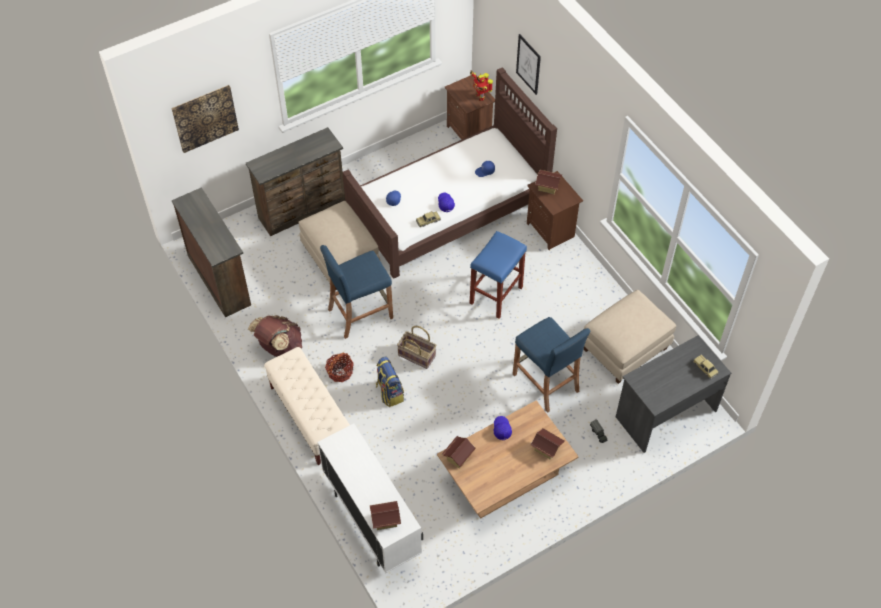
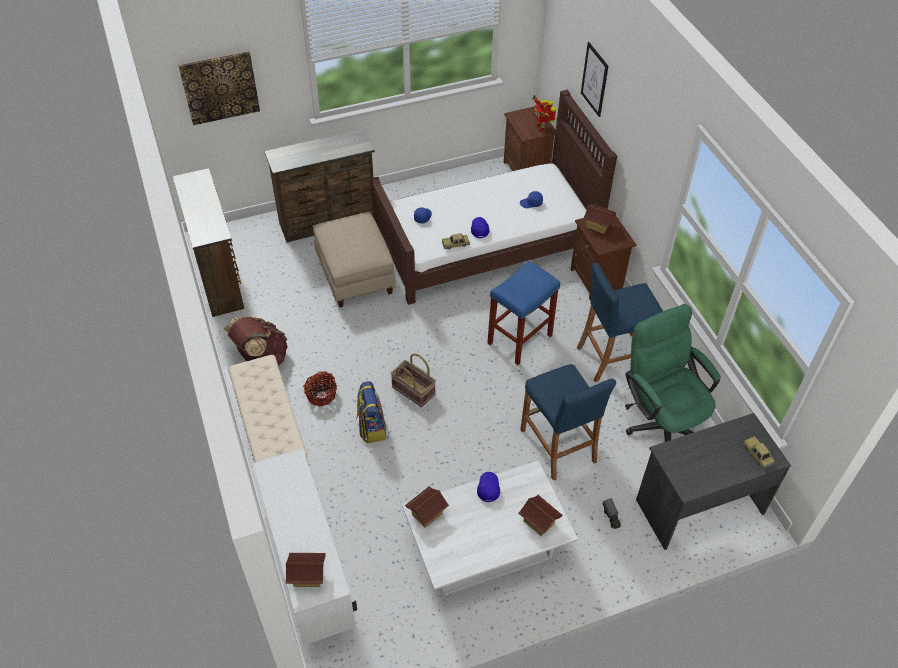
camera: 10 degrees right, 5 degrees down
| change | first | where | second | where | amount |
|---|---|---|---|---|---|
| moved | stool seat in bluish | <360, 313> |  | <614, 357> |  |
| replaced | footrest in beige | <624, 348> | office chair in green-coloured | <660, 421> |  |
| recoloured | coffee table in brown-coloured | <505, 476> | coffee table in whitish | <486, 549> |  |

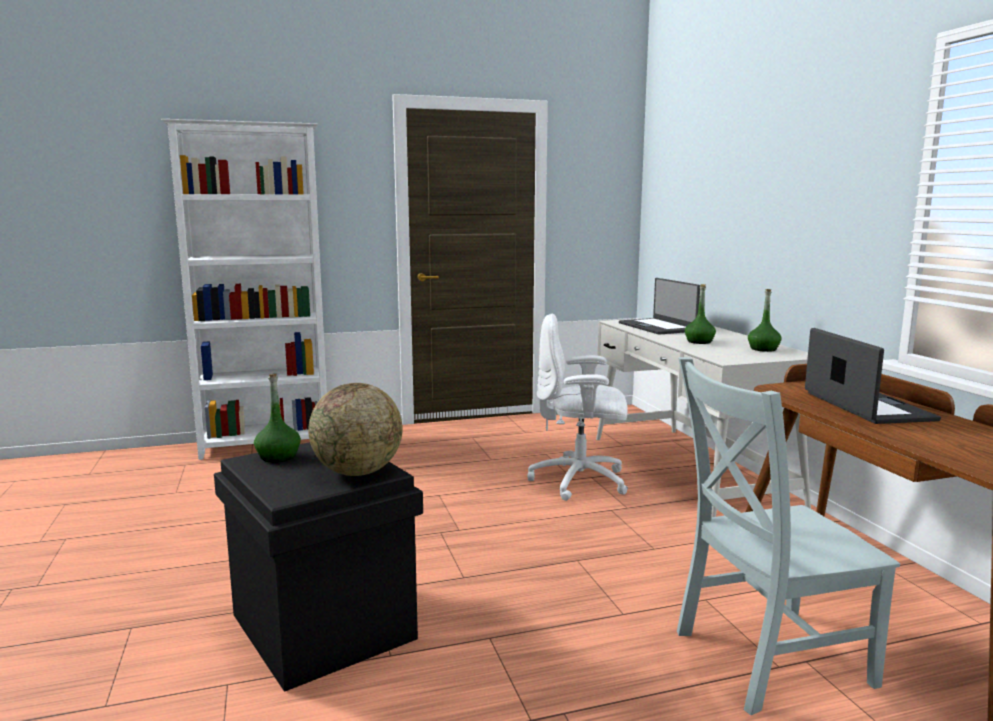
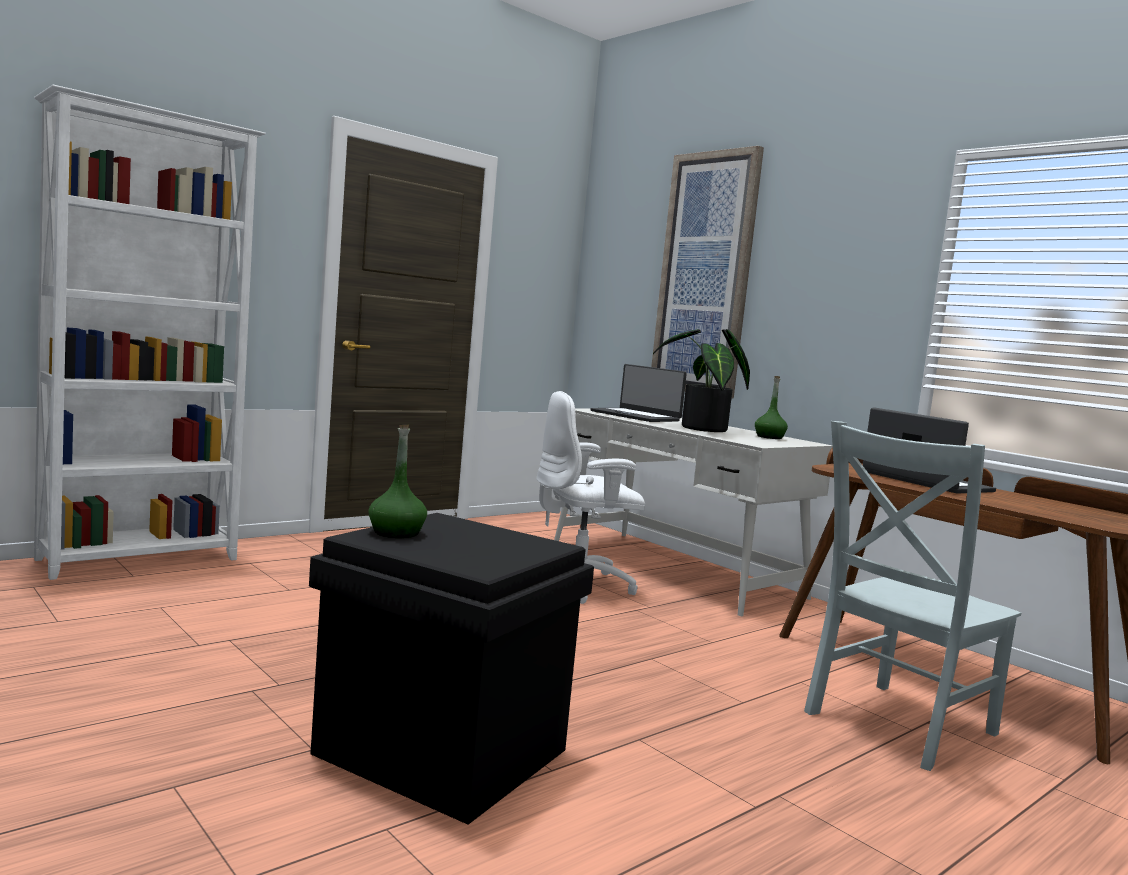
camera: 25 degrees left, 5 degrees down
| change | first | where | second | where | amount |
|---|---|---|---|---|---|
| replaced | bottle in green-coloured | <699, 342> | houseplant | <701, 429> |  |
| removed | world globe | <358, 472> |  |  |  |
| added |  |  | wall art | <705, 274> |  |

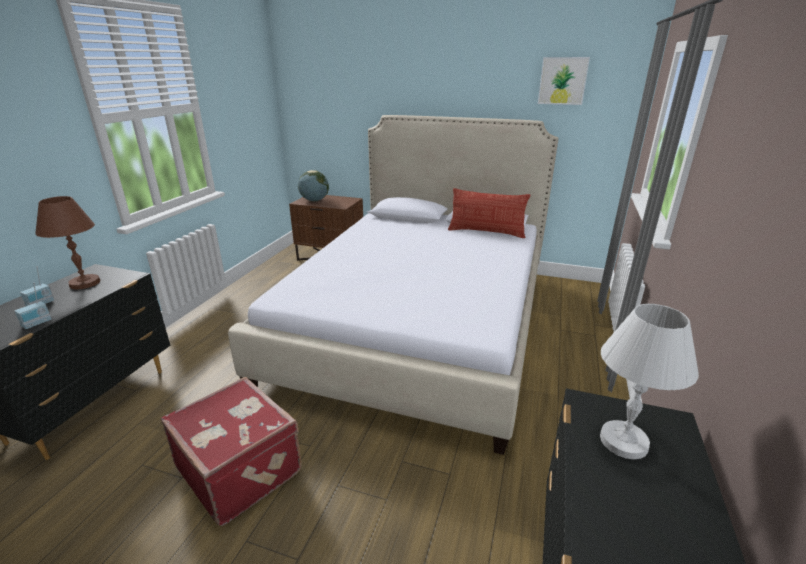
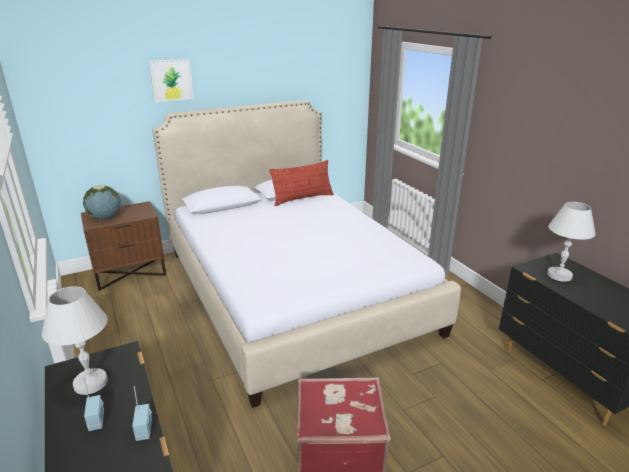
camera: 45 degrees left, 0 degrees up
| change | first | where | second | where | amount |
|---|---|---|---|---|---|
| moved | wall art | <562, 81> |  | <171, 80> |  |
| recoloured | table lamp in brown-coloured | <84, 283> | table lamp in whitish | <91, 383> |  |

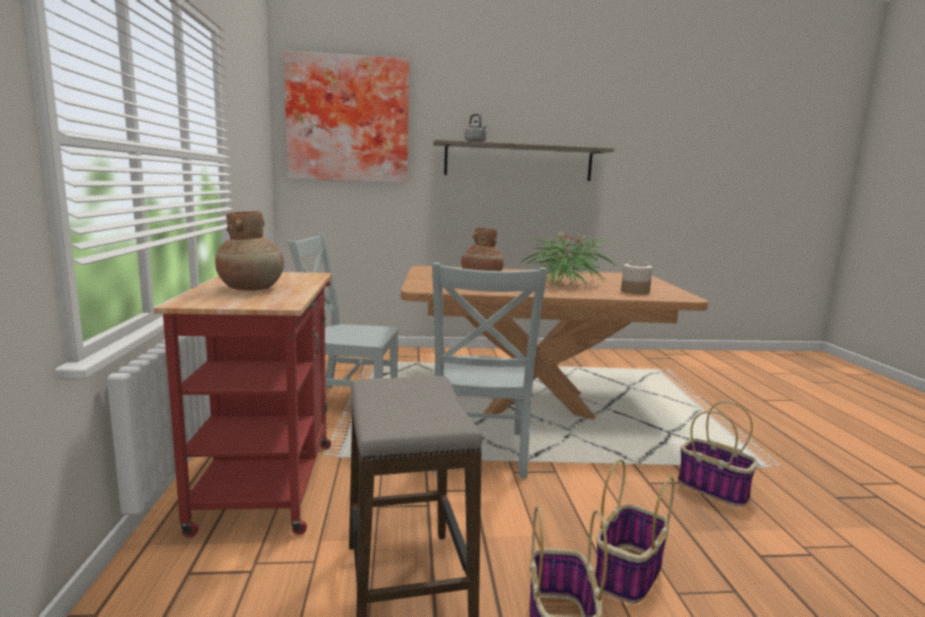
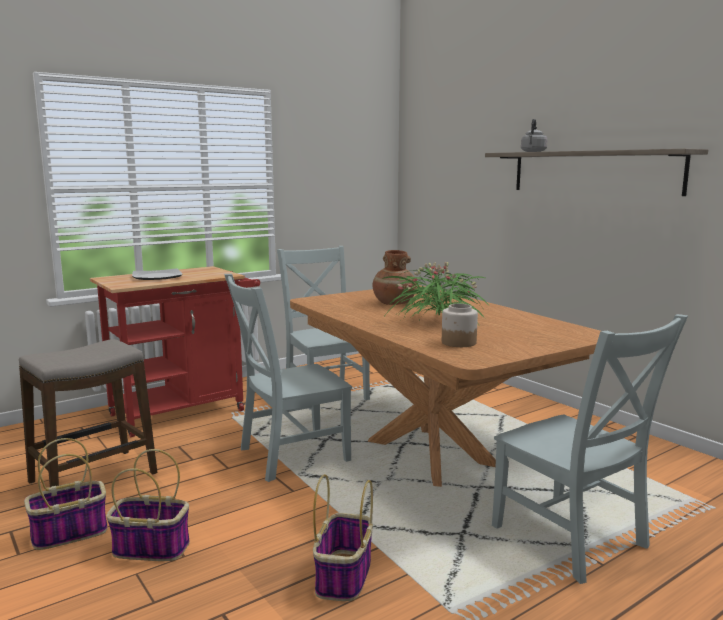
camera: 60 degrees right, 0 degrees up
| change | first | where | second | where | amount |
|---|---|---|---|---|---|
| removed | wall art | <348, 120> |  |  |  |
| replaced | decorative vase in brown-coloured | <252, 289> | dinner plate | <158, 277> |  |
| added |  |  | chair in grey | <573, 540> |  |

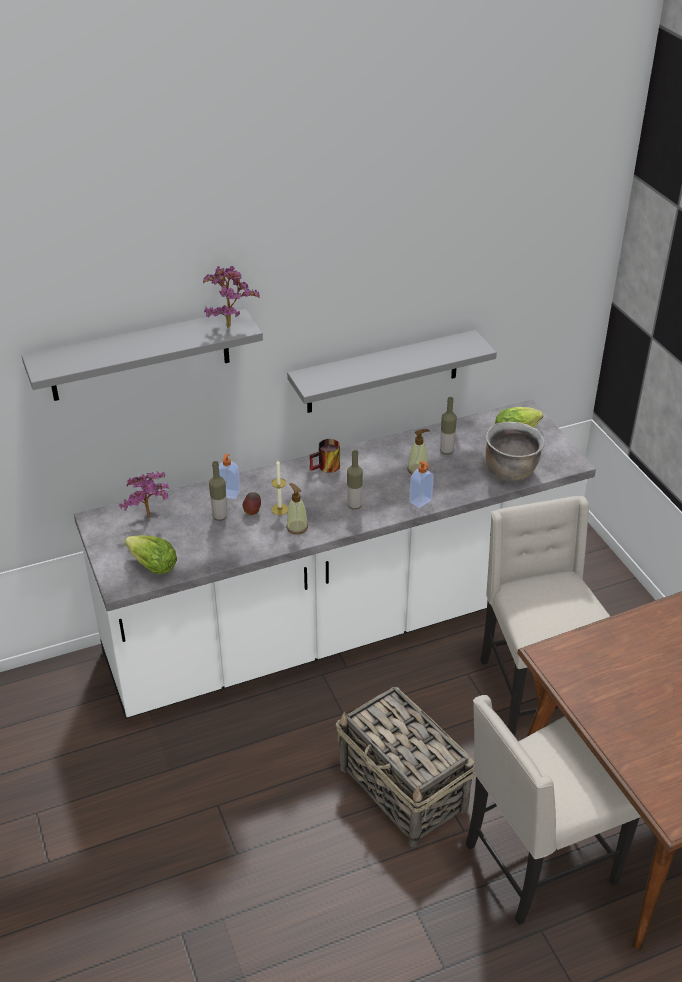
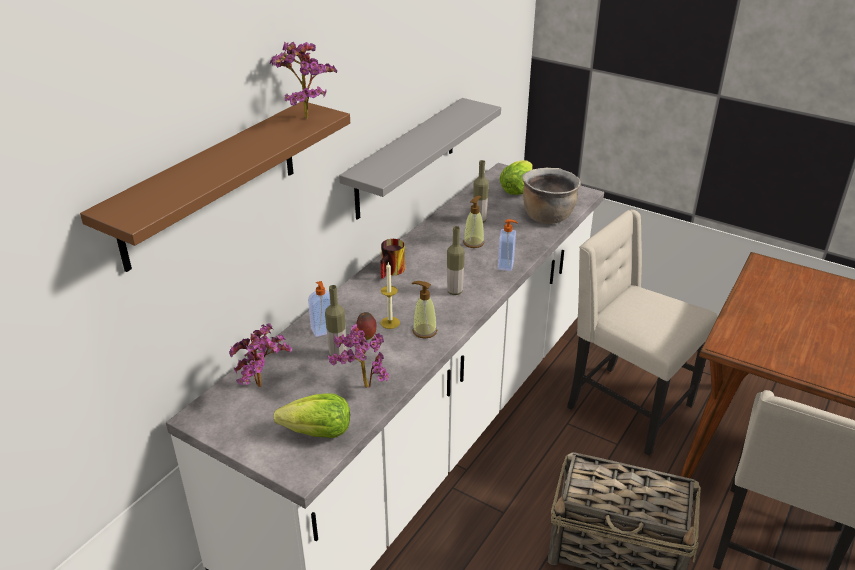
camera: 35 degrees left, 5 degrees down
| change | first | where | second | where | amount |
|---|---|---|---|---|---|
| recoloured | shelf in grey | <140, 355> | shelf in brown-coloured | <210, 184> |  |
| added |  |  | houseplant | <361, 387> |  |

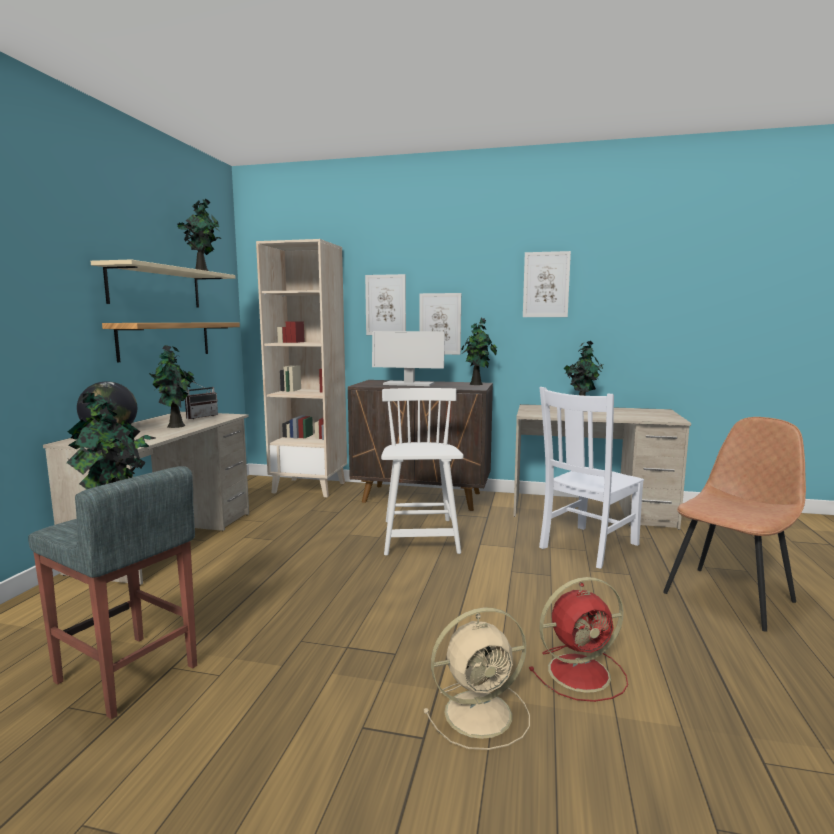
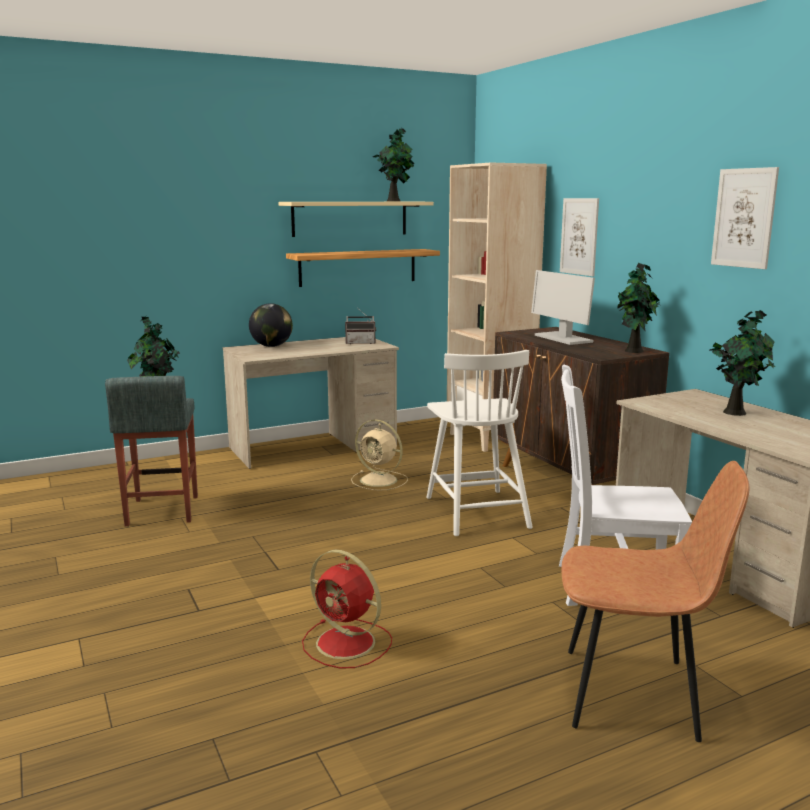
camera: 50 degrees right, 5 degrees up
| change | first | where | second | where | amount |
|---|---|---|---|---|---|
| removed | wall art | <440, 324> |  |  |  |
| removed | houseplant | <176, 426> |  |  |  |
| turned | chair in whitish | <420, 537> |  | <476, 511> | 120 degrees clockwise |
| moved | cooling fan in beige | <481, 713> |  | <380, 480> |  |

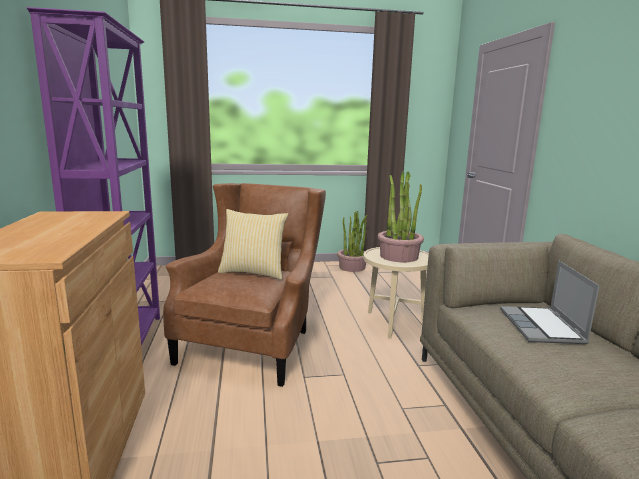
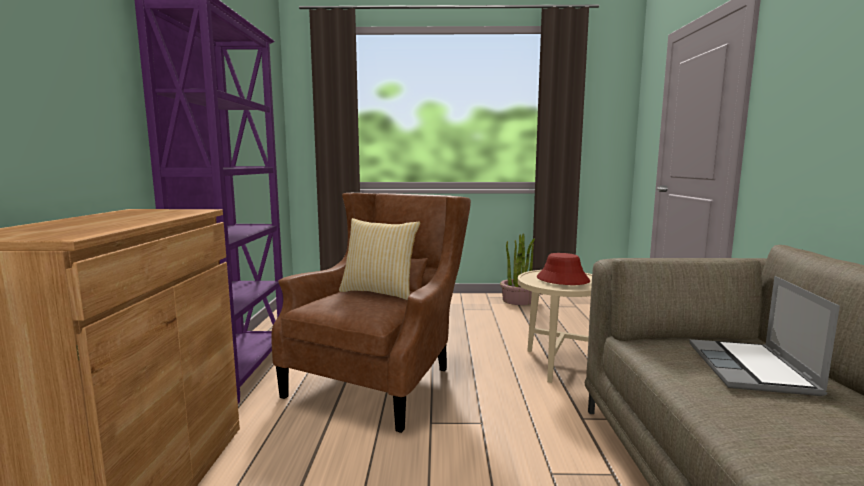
camera: 10 degrees right, 5 degrees down
| change | first | where | second | where | amount |
|---|---|---|---|---|---|
| replaced | houseplant | <399, 256> | wearable hat in red-coloured | <562, 280> |  |

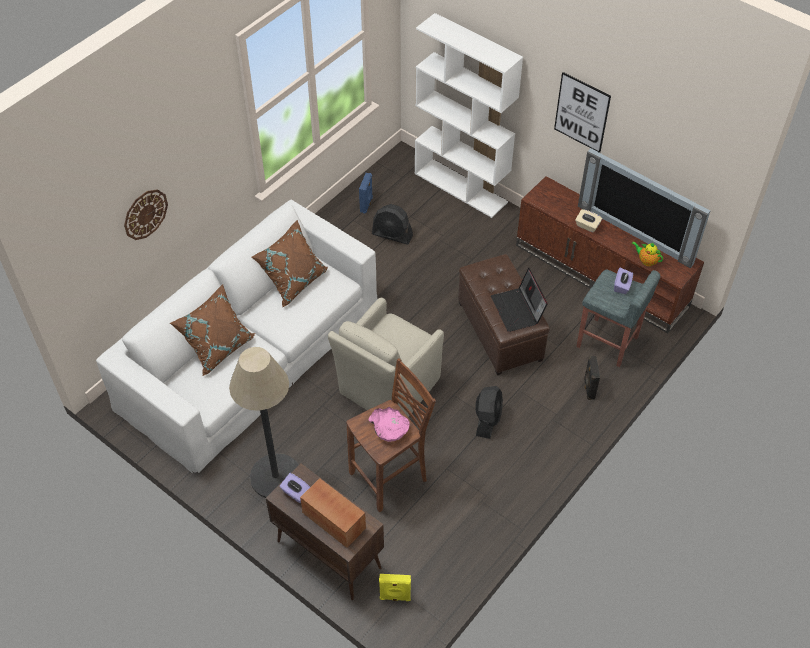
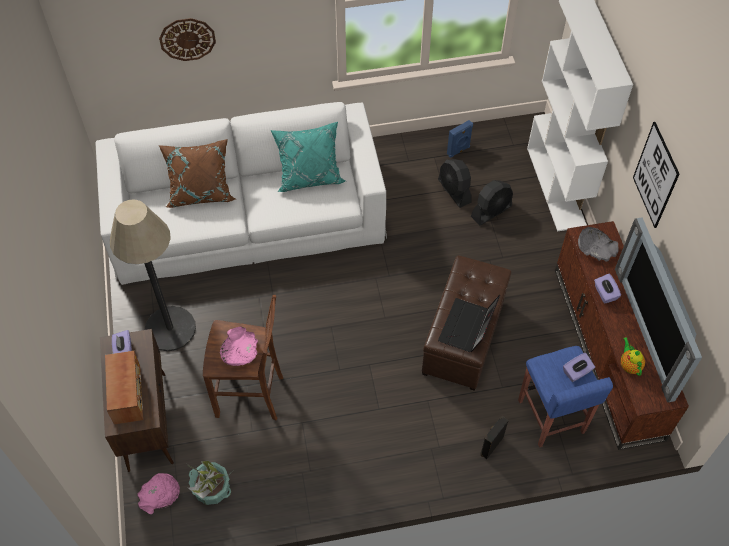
camera: 40 degrees right, 5 degrees up
| change | first | where | second | where | amount |
|---|---|---|---|---|---|
| recoloured | tissue box in beige | <587, 226> | tissue box in purple-coloured | <605, 293> |  |
| recoloured | cushion in brown-coloured | <293, 280> | cushion in turquoise-coloured | <309, 175> |  |
| recoloured | stool seat in grey | <608, 343> | stool seat in bluish | <551, 417> |  |
| removed | armchair in beige | <387, 388> |  |  |  |
| moved | cooling fan in black-coloured | <487, 419> |  | <491, 211> |  |
| replaced | loudspeaker in yellowish | <395, 597> | serving bowl in pink | <160, 495> |  |
| added |  |  | serving bowl in grey | <595, 248> |  |
| added |  |  | houseplant | <211, 489> |  |

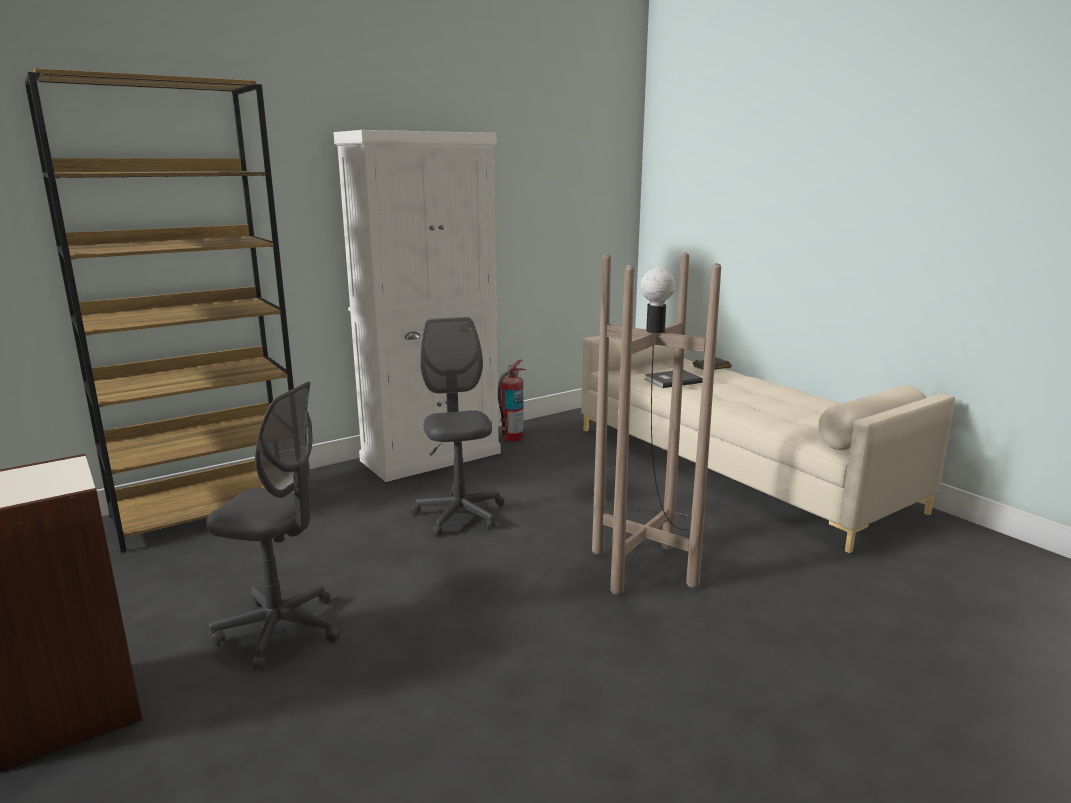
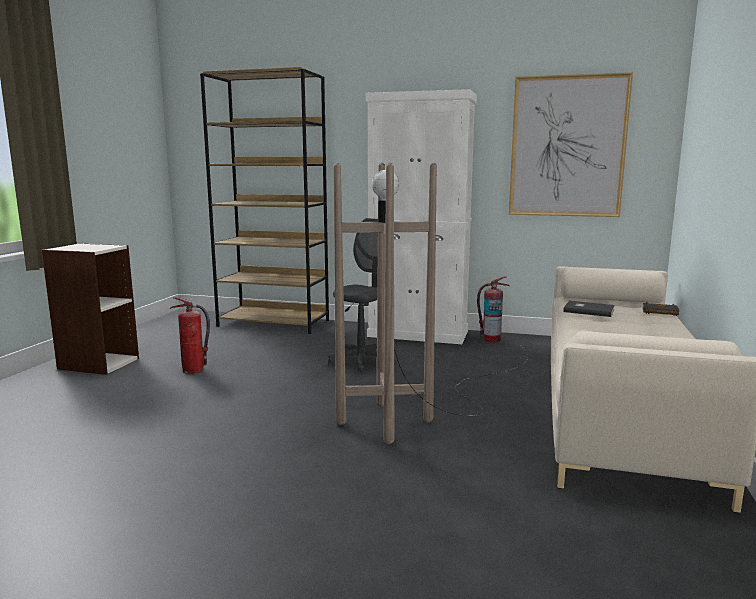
camera: 50 degrees right, 5 degrees down
| change | first | where | second | where | amount |
|---|---|---|---|---|---|
| replaced | office chair in grey | <280, 631> | extinguisher | <193, 370> |  |
| added |  |  | wall art | <567, 147> |  |

